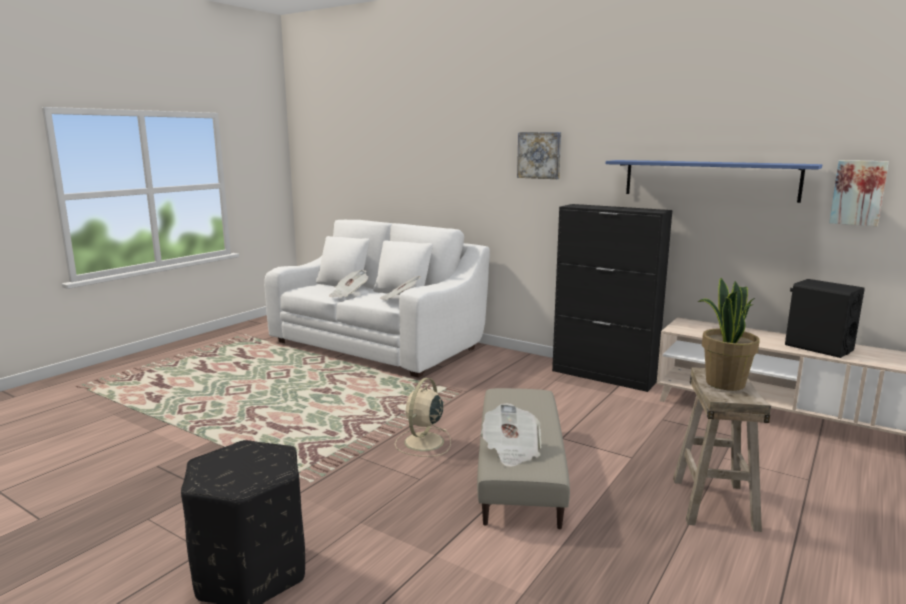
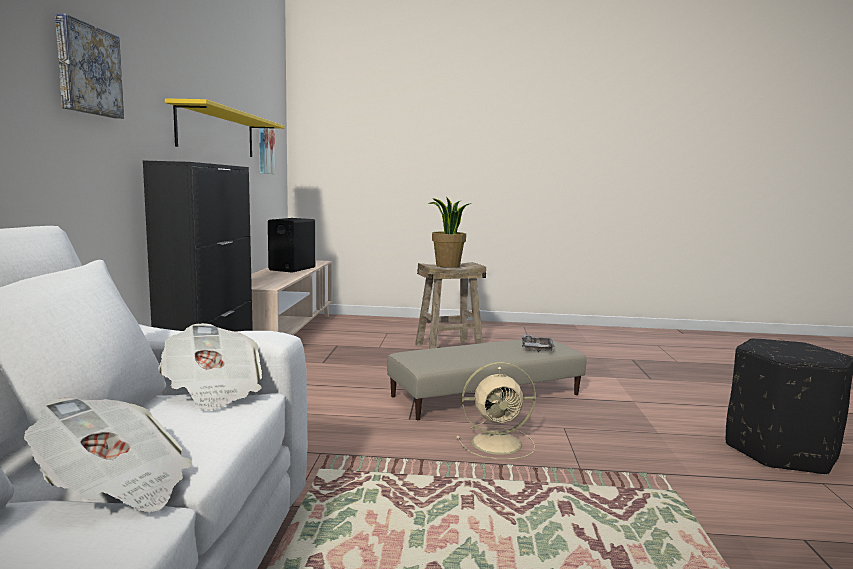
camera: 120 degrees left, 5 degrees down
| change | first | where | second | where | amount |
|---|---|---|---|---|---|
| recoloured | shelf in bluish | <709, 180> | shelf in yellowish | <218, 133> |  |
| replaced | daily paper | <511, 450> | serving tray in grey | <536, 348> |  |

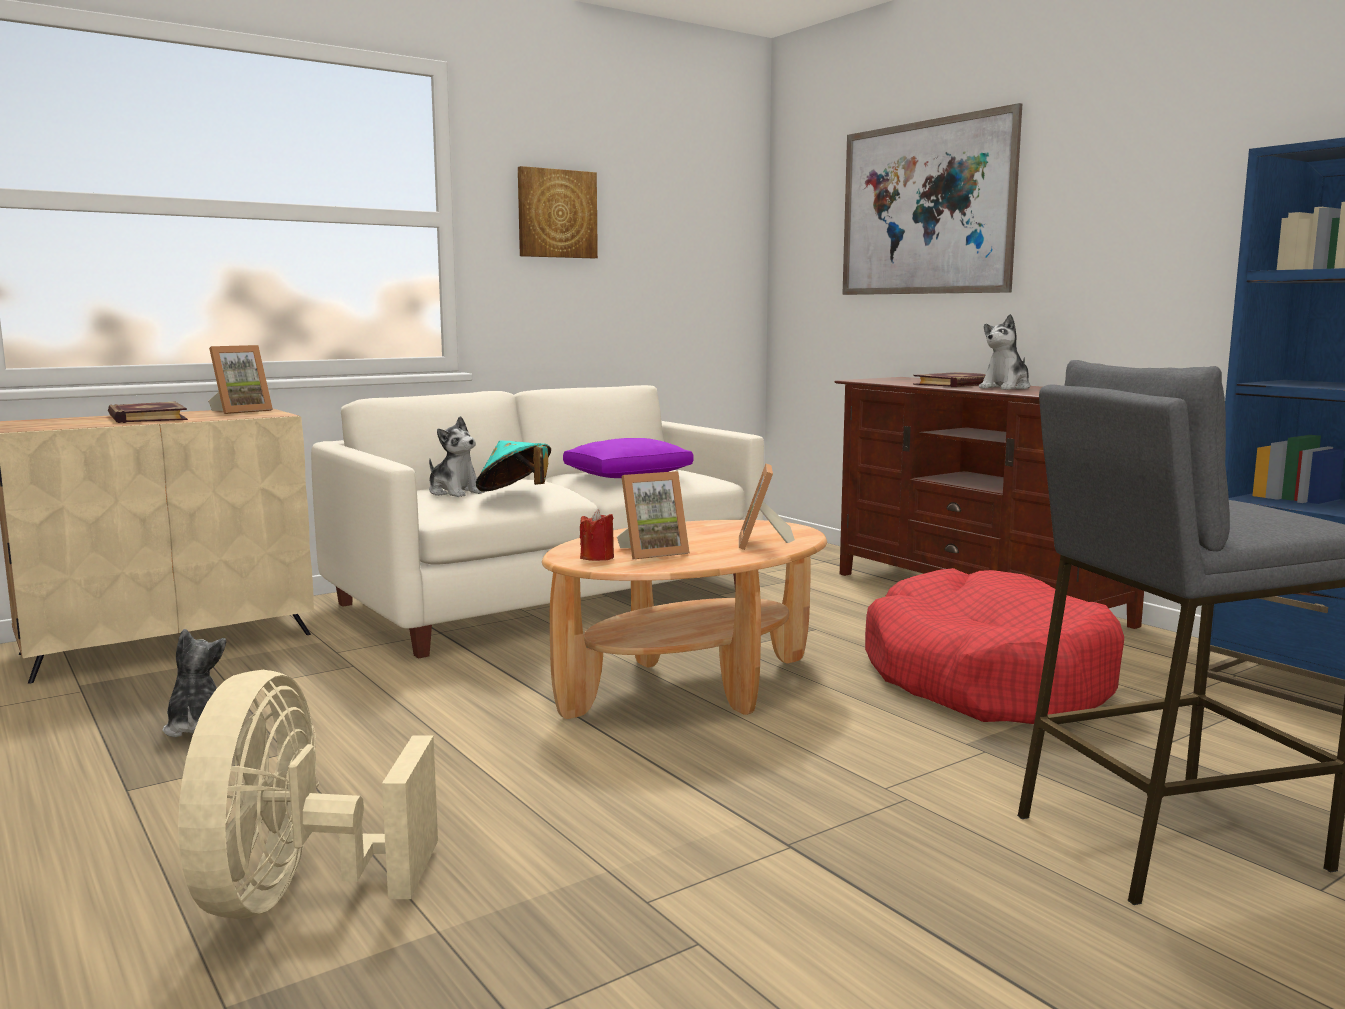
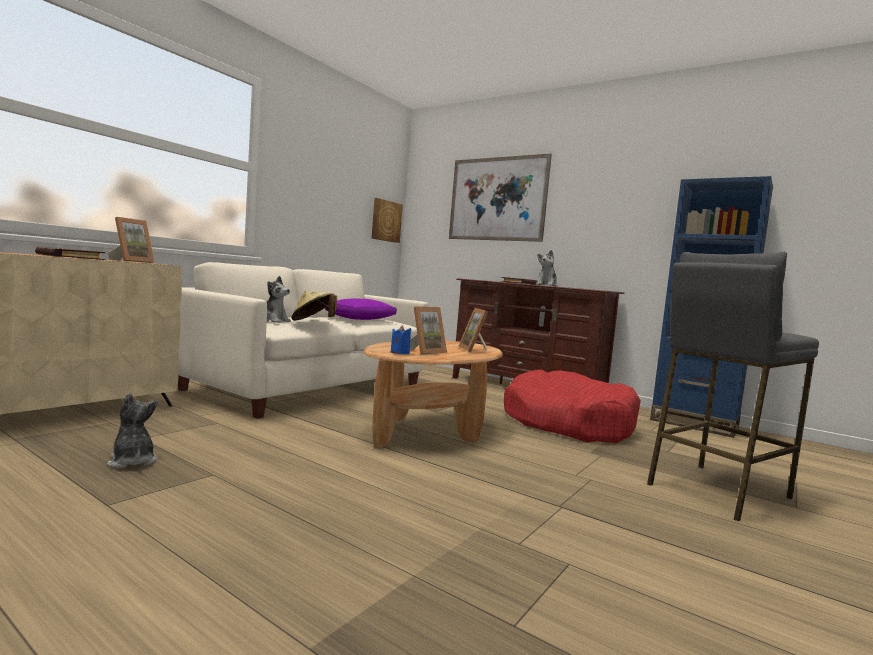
camera: 20 degrees left, 5 degrees down
| change | first | where | second | where | amount |
|---|---|---|---|---|---|
| moved | wall art | <556, 214> |  | <386, 221> |  |
| recoloured | wearable hat in turquoise-coloured | <514, 493> | wearable hat in beige | <313, 322> |  |
| recoloured | candle in red-coloured | <597, 558> | candle in bluish | <400, 353> |  |
| removed | cooling fan in beige | <296, 895> |  |  |  |

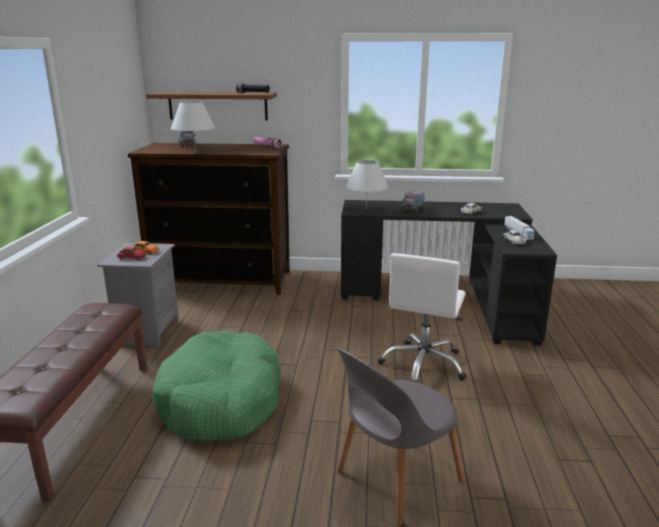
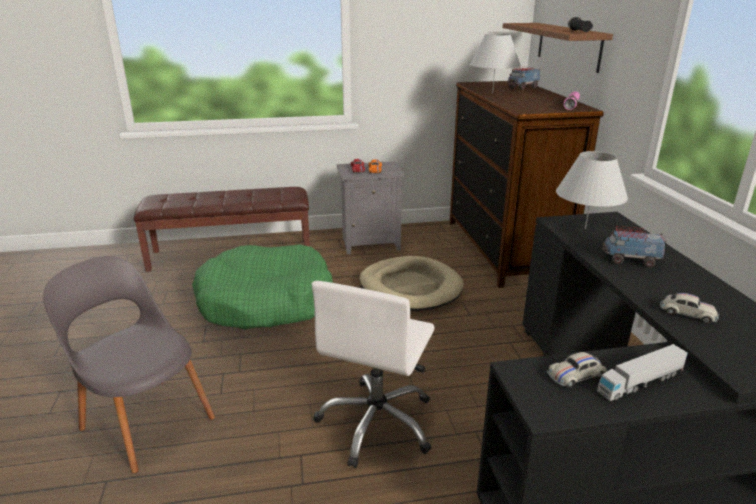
camera: 75 degrees right, 5 degrees up
| change | first | where | second | where | amount |
|---|---|---|---|---|---|
| turned | office chair in whitish | <424, 364> |  | <377, 423> | 75 degrees counterclockwise |
| added |  |  | dog cushion in beige | <410, 287> |  |

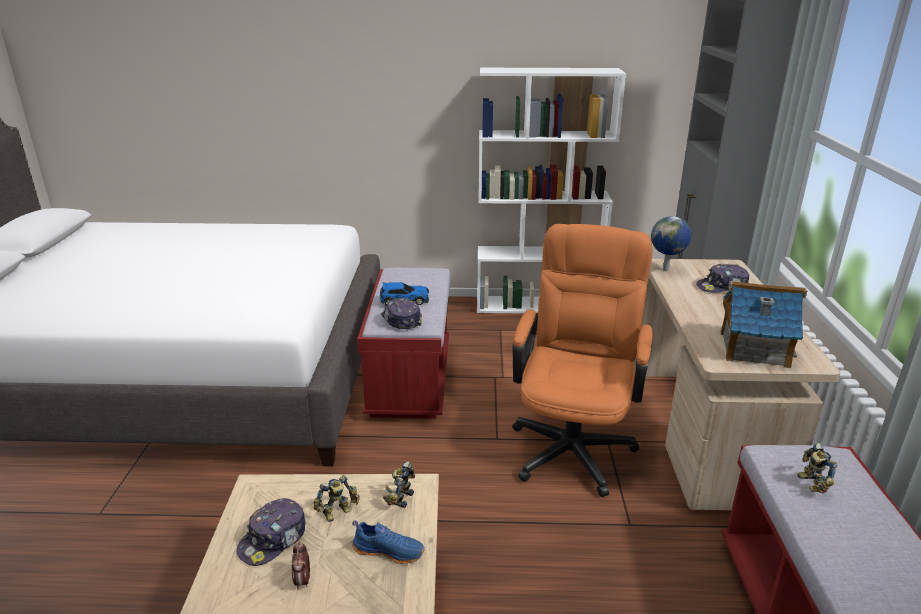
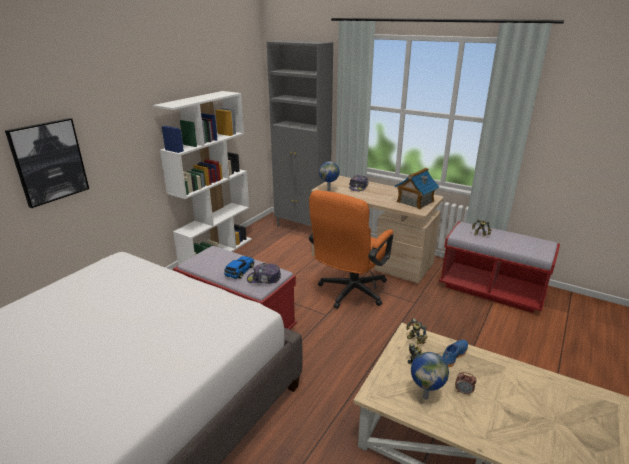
camera: 60 degrees left, 0 degrees up
| change | first | where | second | where | amount |
|---|---|---|---|---|---|
| turned | office chair in orange-coloured | <574, 442> |  | <349, 293> | 105 degrees counterclockwise |
| replaced | cap | <274, 539> | world globe | <425, 396> |  |
| added |  |  | wall art | <49, 161> |  |

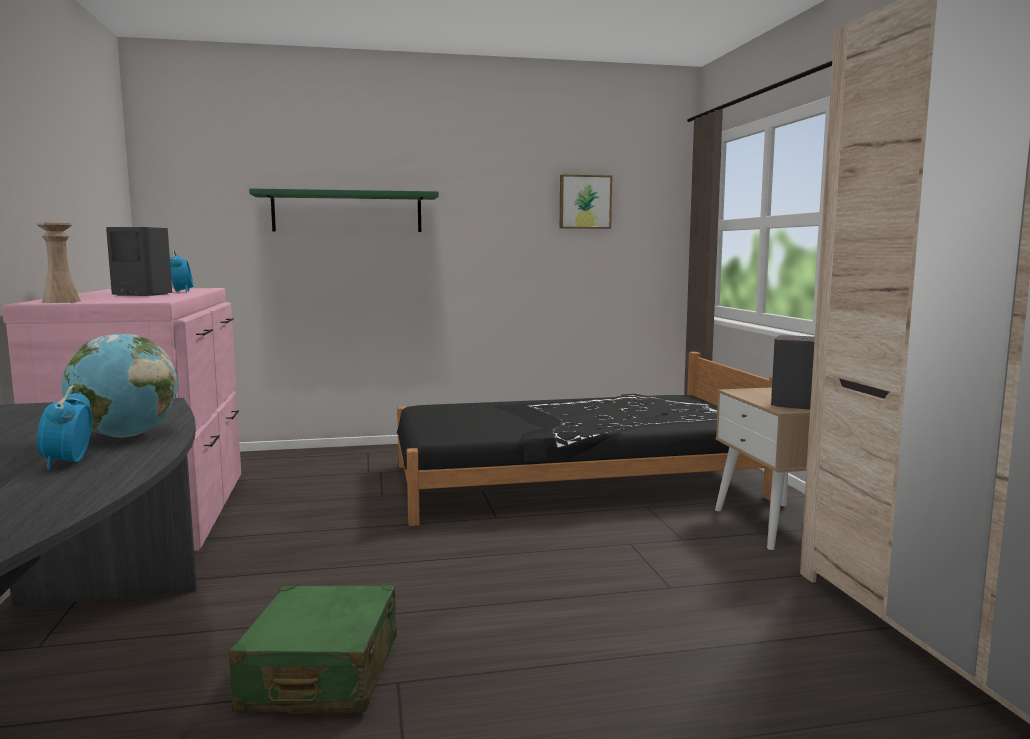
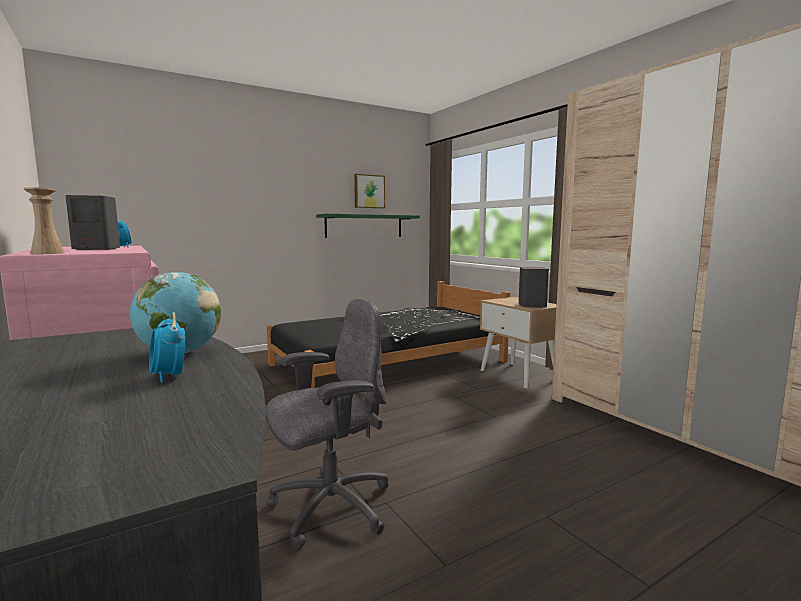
camera: 20 degrees left, 0 degrees up
| change | first | where | second | where | amount |
|---|---|---|---|---|---|
| moved | shelf in green-coloured | <347, 212> |  | <364, 226> |  |
| replaced | piece of luggage in green-coloured | <321, 673> | office chair in grey | <329, 507> |  |

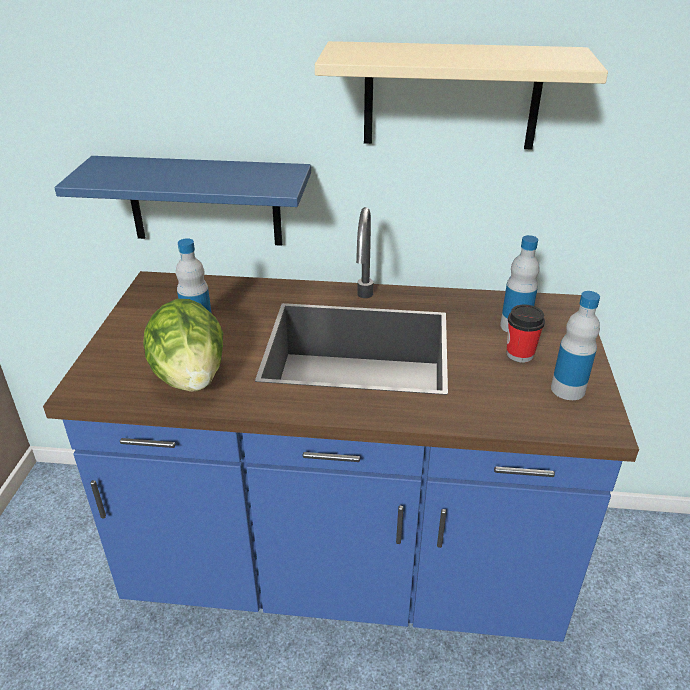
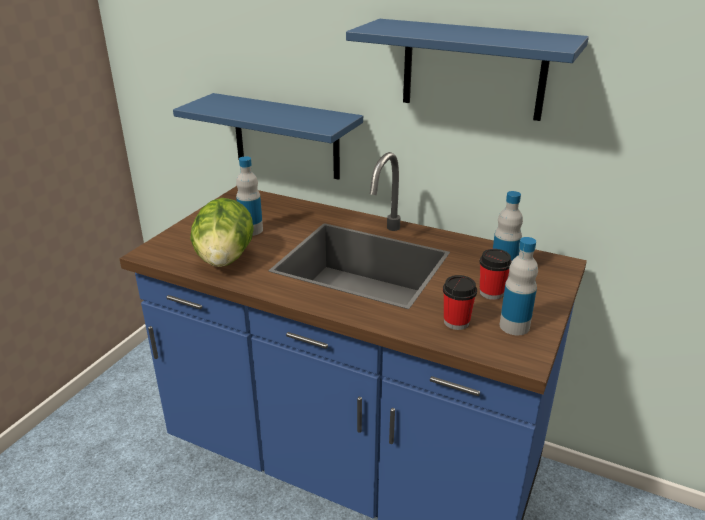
camera: 20 degrees right, 5 degrees down
| change | first | where | second | where | amount |
|---|---|---|---|---|---|
| recoloured | shelf in beige | <451, 96> | shelf in bluish | <473, 69> |  |
| added |  |  | drinking cup | <456, 322> |  |

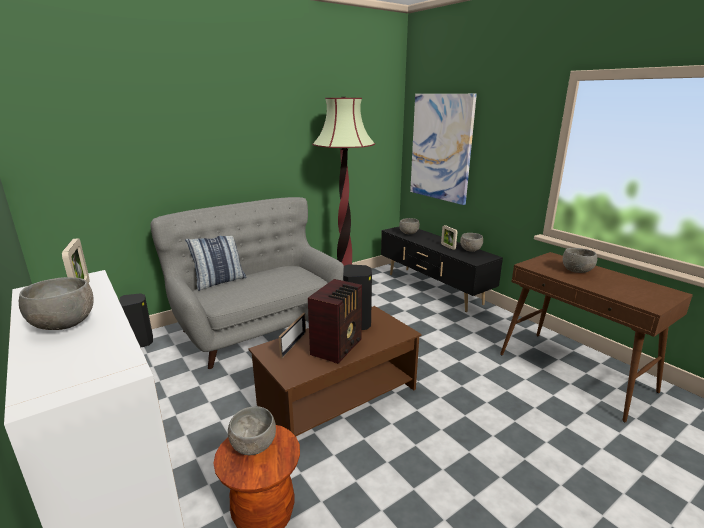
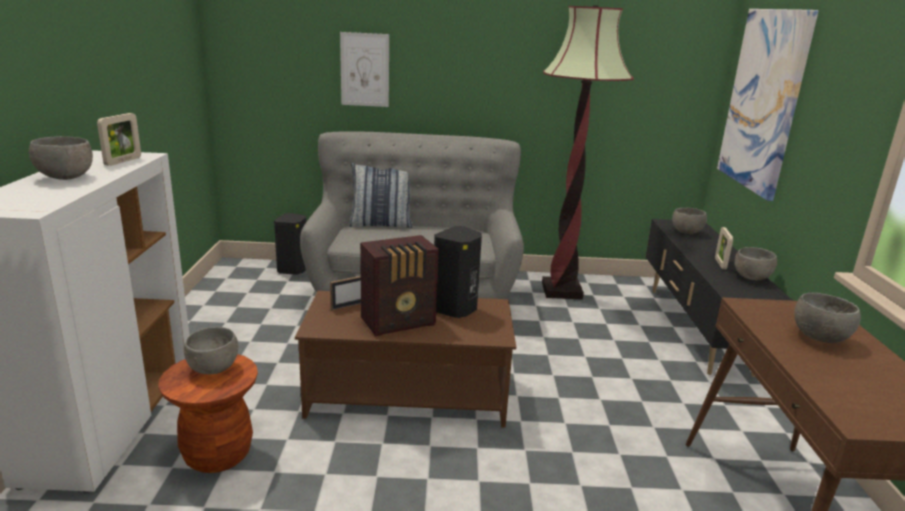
camera: 35 degrees right, 0 degrees up
| change | first | where | second | where | amount |
|---|---|---|---|---|---|
| added |  |  | wall art | <365, 70> |  |

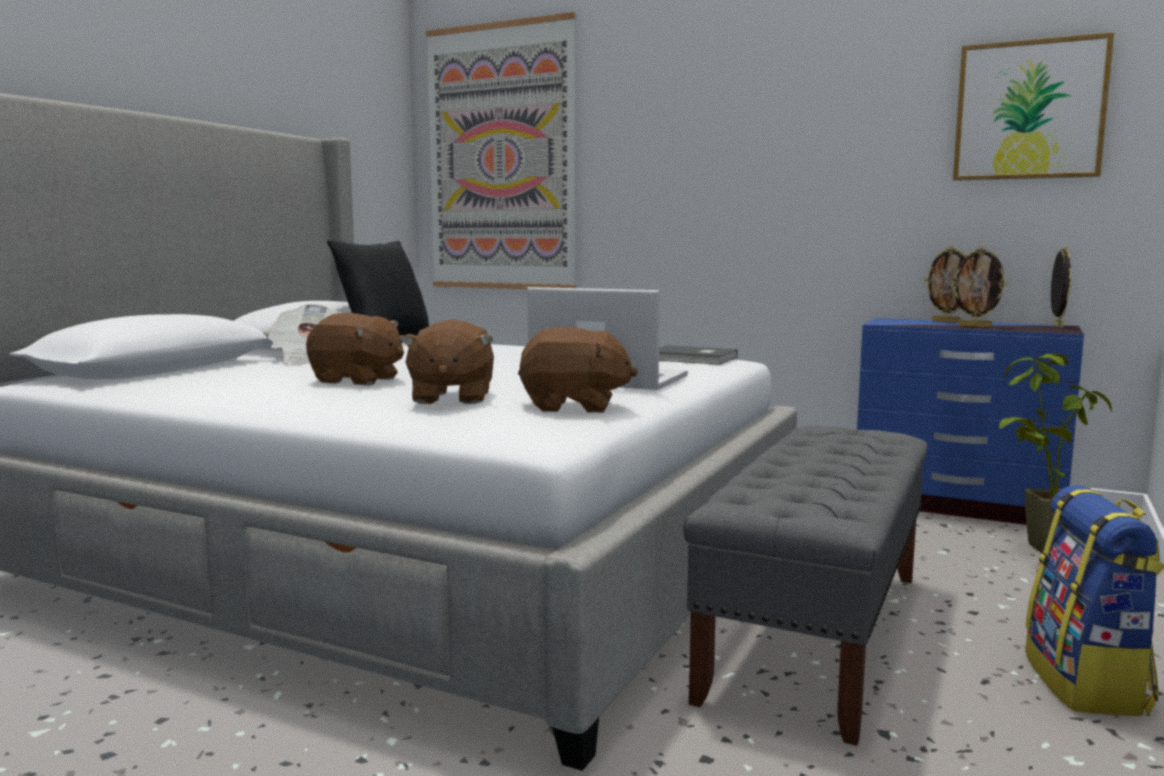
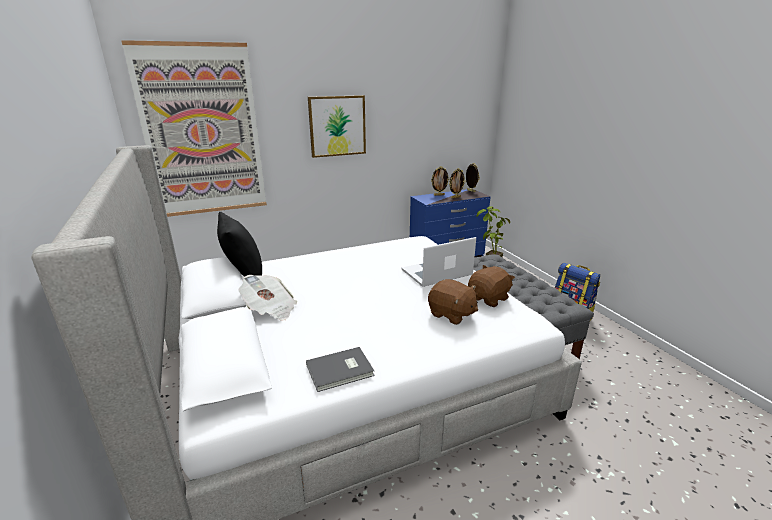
camera: 50 degrees left, 15 degrees up
| change | first | where | second | where | amount |
|---|---|---|---|---|---|
| moved | wall art | <1029, 110> |  | <337, 126> |  |
| removed | soft toy in brown-coloured | <357, 380> |  |  |  |
| moved | bound book in grey | <692, 358> |  | <341, 371> |  |

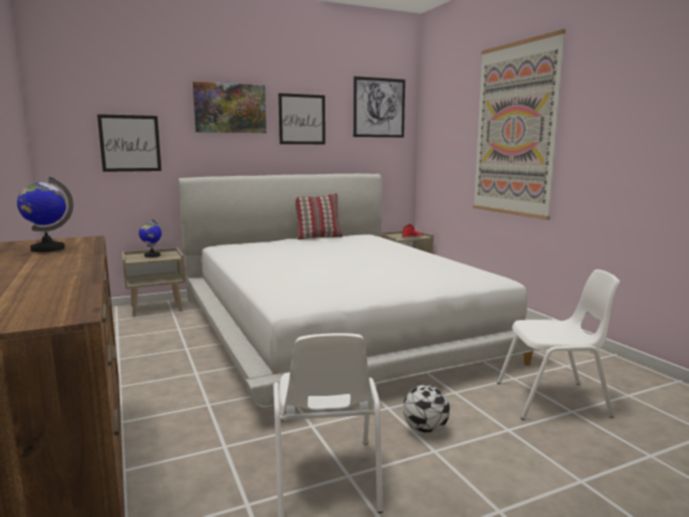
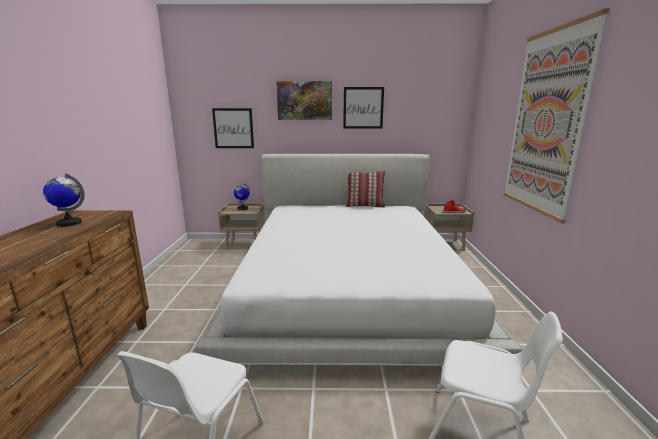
camera: 25 degrees right, 5 degrees up
| change | first | where | second | where | amount |
|---|---|---|---|---|---|
| removed | wall art | <379, 107> |  |  |  |
| removed | football ball | <425, 430> |  |  |  |

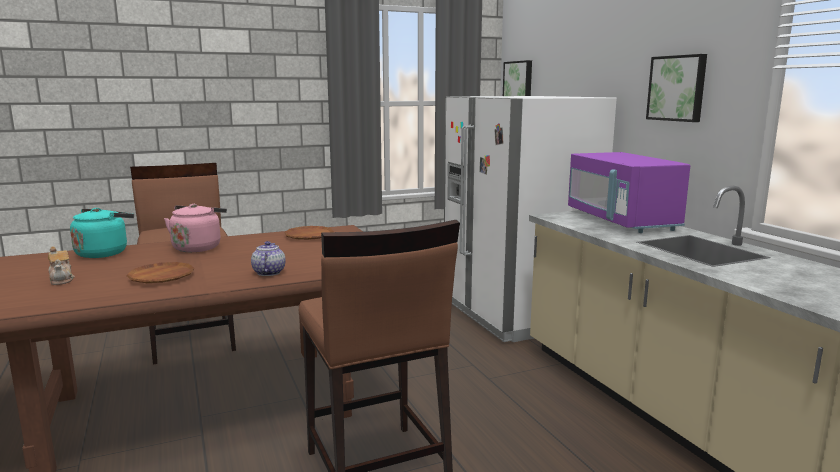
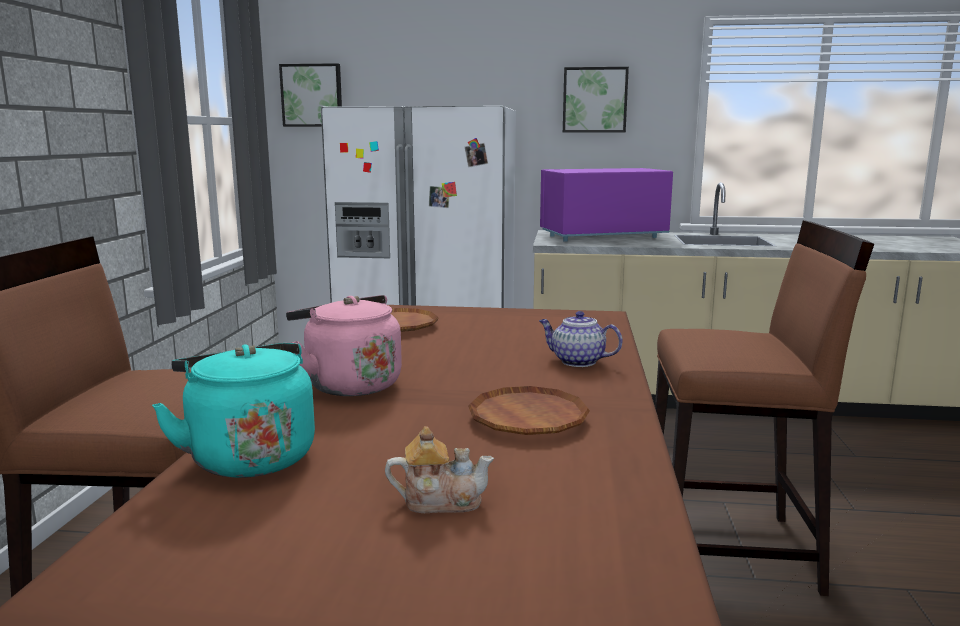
camera: 60 degrees left, 0 degrees up
| change | first | where | second | where | amount |
|---|---|---|---|---|---|
| turned | microwave in purple-coloured | <621, 221> |  | <602, 236> | 150 degrees clockwise |

